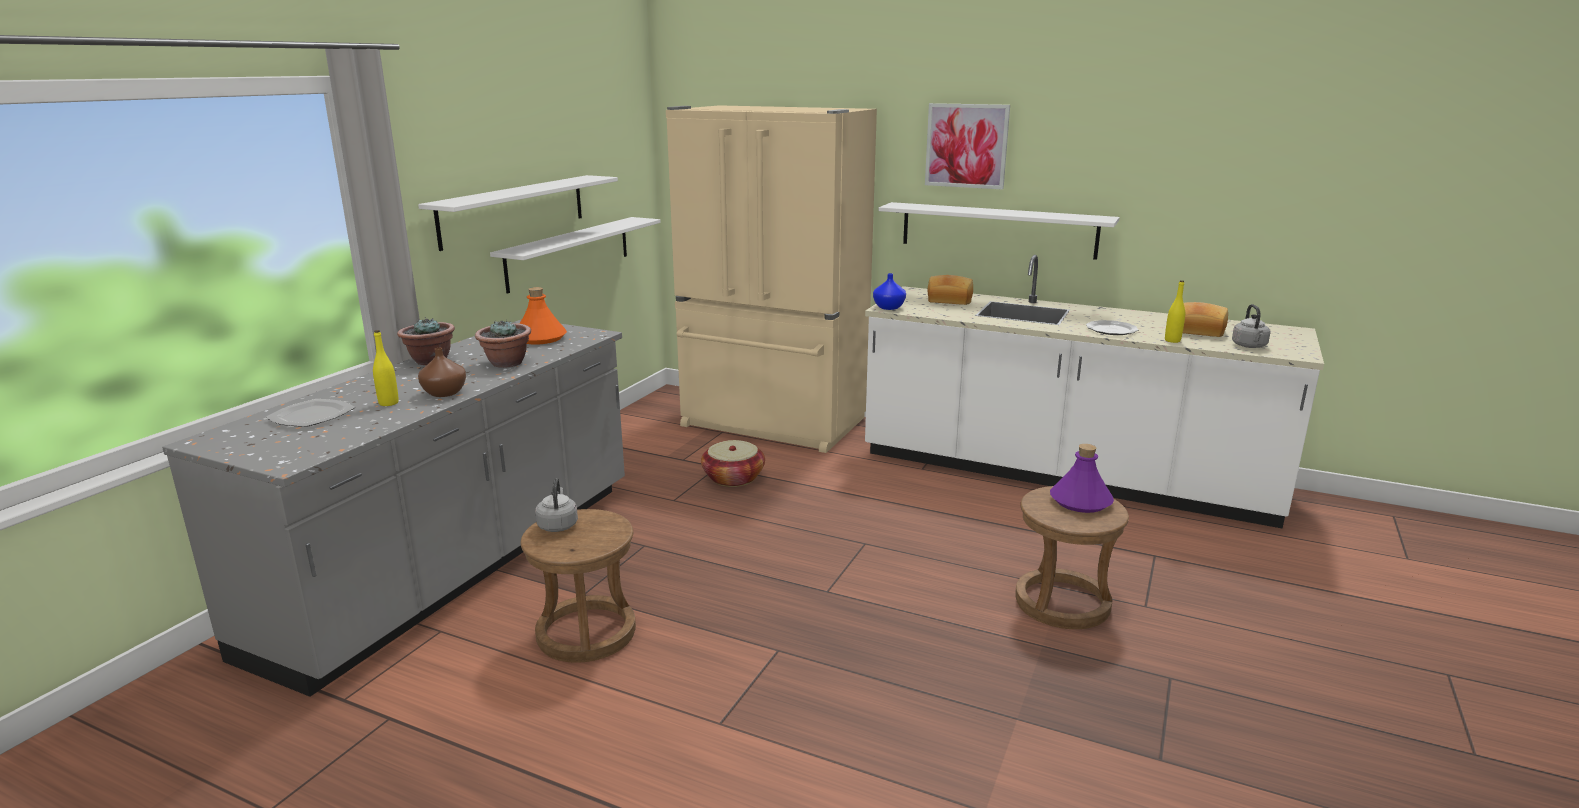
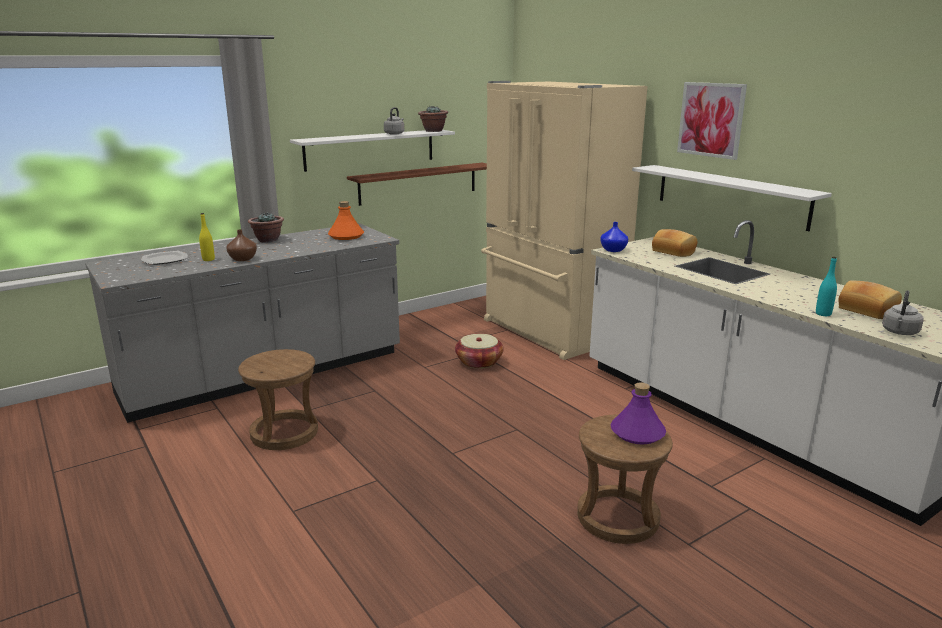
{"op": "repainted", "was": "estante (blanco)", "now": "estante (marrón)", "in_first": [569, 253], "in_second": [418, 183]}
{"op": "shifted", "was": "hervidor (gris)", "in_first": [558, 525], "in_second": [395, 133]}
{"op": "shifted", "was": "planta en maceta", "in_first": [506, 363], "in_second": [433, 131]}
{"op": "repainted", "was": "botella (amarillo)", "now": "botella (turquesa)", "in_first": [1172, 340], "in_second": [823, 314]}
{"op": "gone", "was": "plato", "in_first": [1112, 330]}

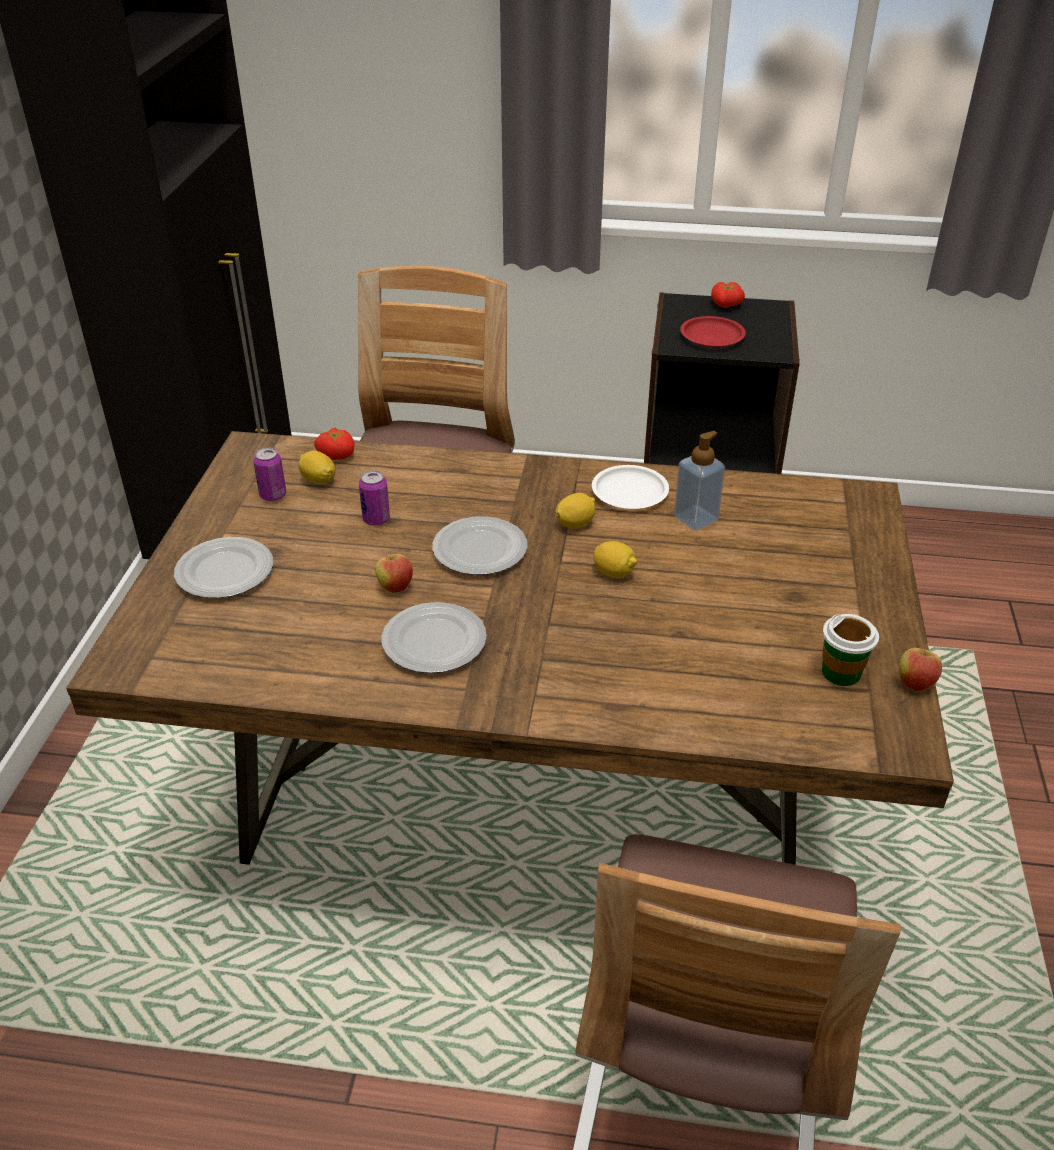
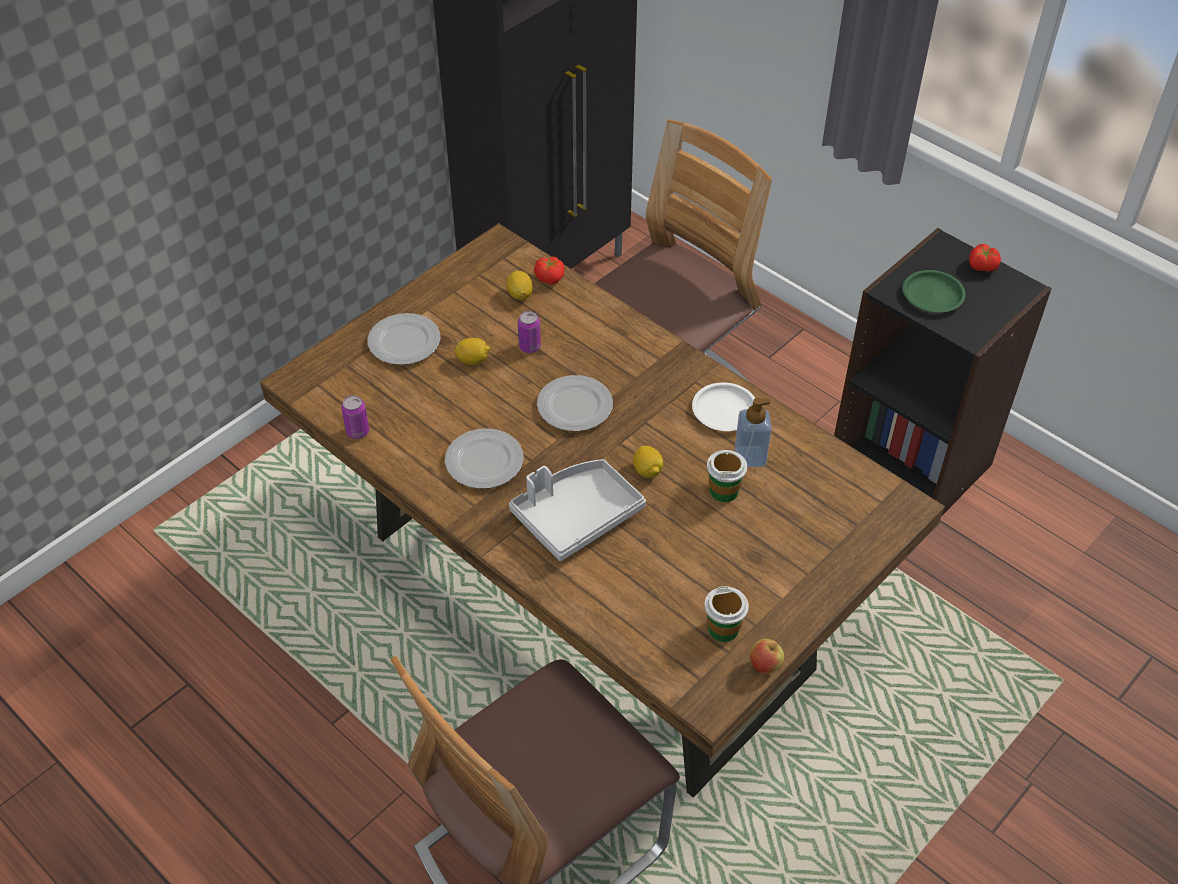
{"op": "shifted", "was": "lata", "in_first": [273, 495], "in_second": [358, 432]}
{"op": "shifted", "was": "limón", "in_first": [575, 523], "in_second": [473, 360]}
{"op": "new", "now": "bandeja (gris)", "in_second": [576, 516]}
{"op": "new", "now": "taza", "in_second": [724, 490]}
{"op": "repainted", "was": "plato (rojo)", "now": "plato (verde)", "in_first": [712, 336], "in_second": [933, 295]}
{"op": "gone", "was": "manzana", "in_first": [395, 587]}

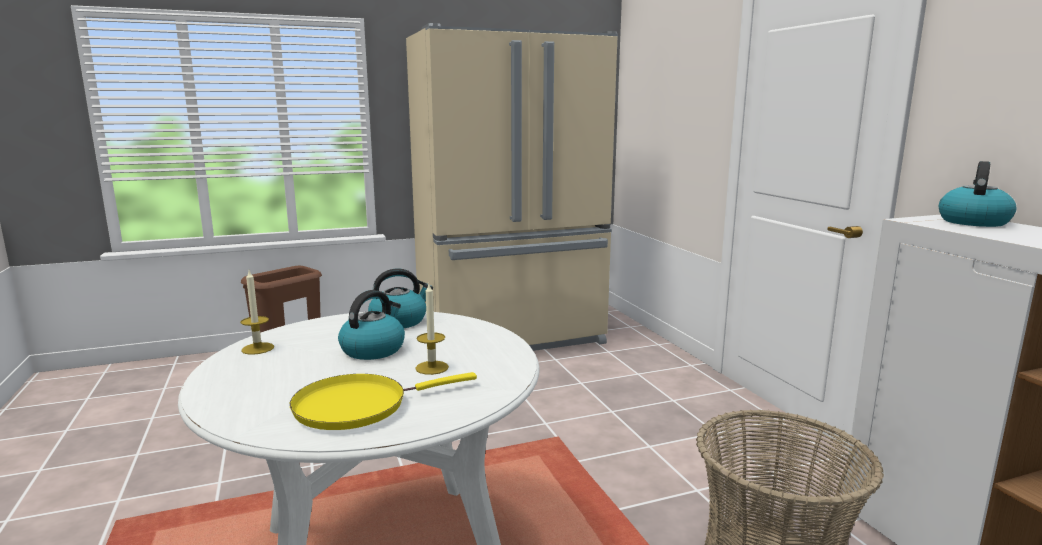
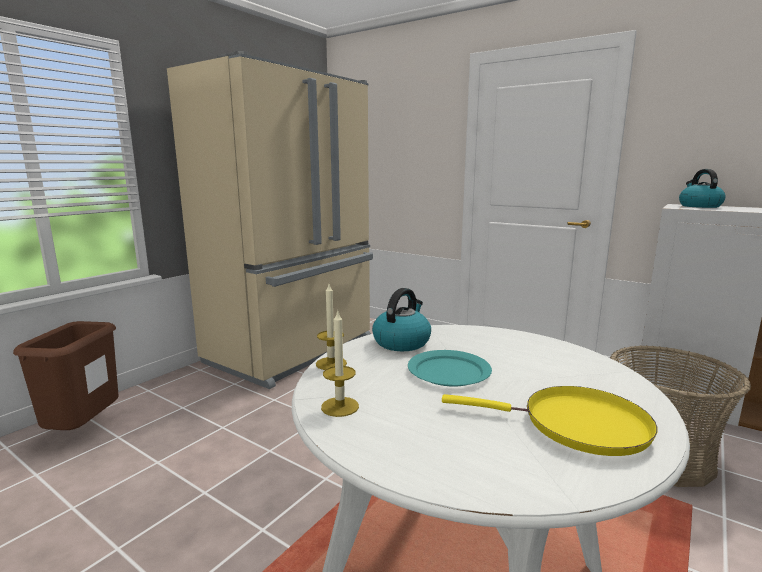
{"op": "shifted", "was": "vela", "in_first": [432, 367], "in_second": [331, 363]}
{"op": "swapped", "was": "hervidor", "now": "plato (turquesa)", "in_first": [373, 349], "in_second": [448, 372]}
{"op": "rotated", "was": "sartén (amarillo)", "in_first": [358, 406], "in_second": [576, 425], "clockwise": -105}

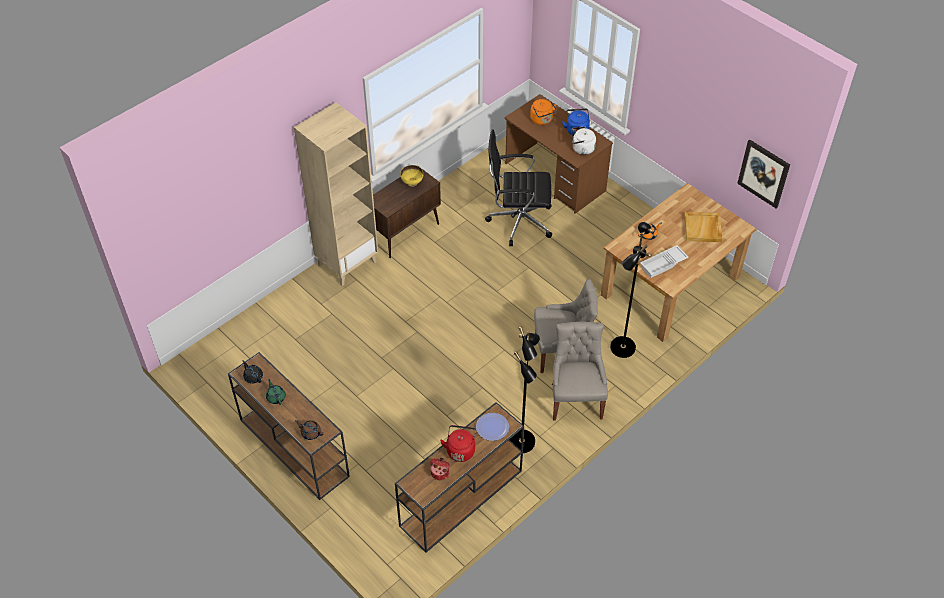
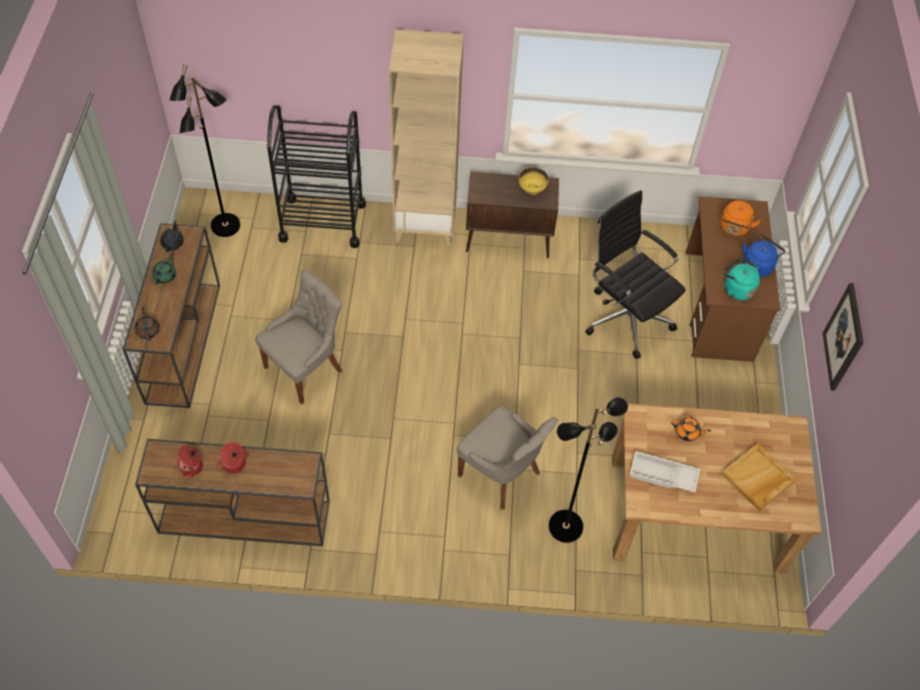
{"op": "shifted", "was": "lámpara de pie (negro)", "in_first": [522, 442], "in_second": [226, 226]}
{"op": "swapped", "was": "hervidor (rojo)", "now": "olla", "in_first": [460, 450], "in_second": [234, 464]}
{"op": "shifted", "was": "silla (gris)", "in_first": [575, 399], "in_second": [305, 369]}
{"op": "new", "now": "carrito (negro)", "in_second": [322, 222]}
{"op": "repainted", "was": "hervidor (blanco)", "now": "hervidor (turquesa)", "in_first": [581, 149], "in_second": [736, 289]}
{"op": "shifted", "was": "cuadro", "in_first": [763, 173], "in_second": [844, 337]}
{"op": "gone", "was": "plato", "in_first": [492, 427]}

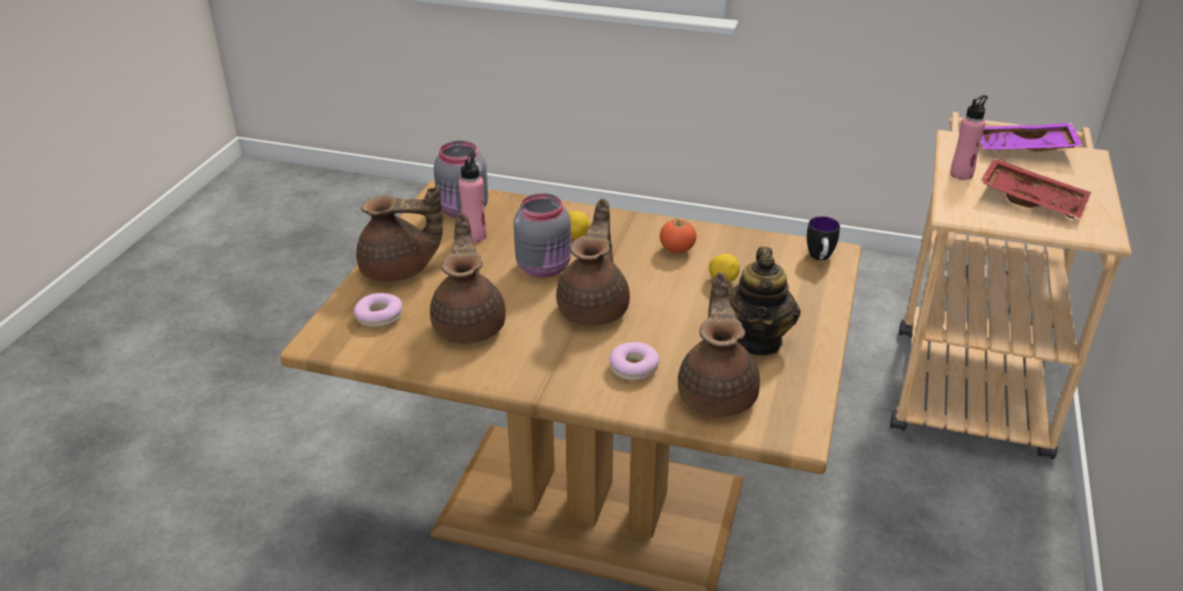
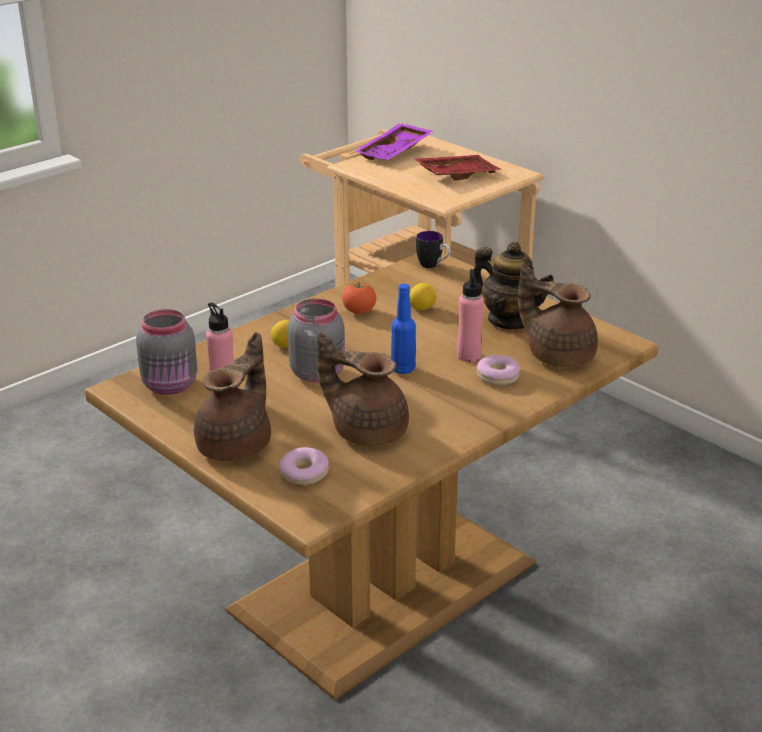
{"op": "swapped", "was": "tetera (marrón)", "now": "botella (azul)", "in_first": [595, 308], "in_second": [403, 369]}
{"op": "shifted", "was": "botella (rosa)", "in_first": [961, 174], "in_second": [469, 356]}

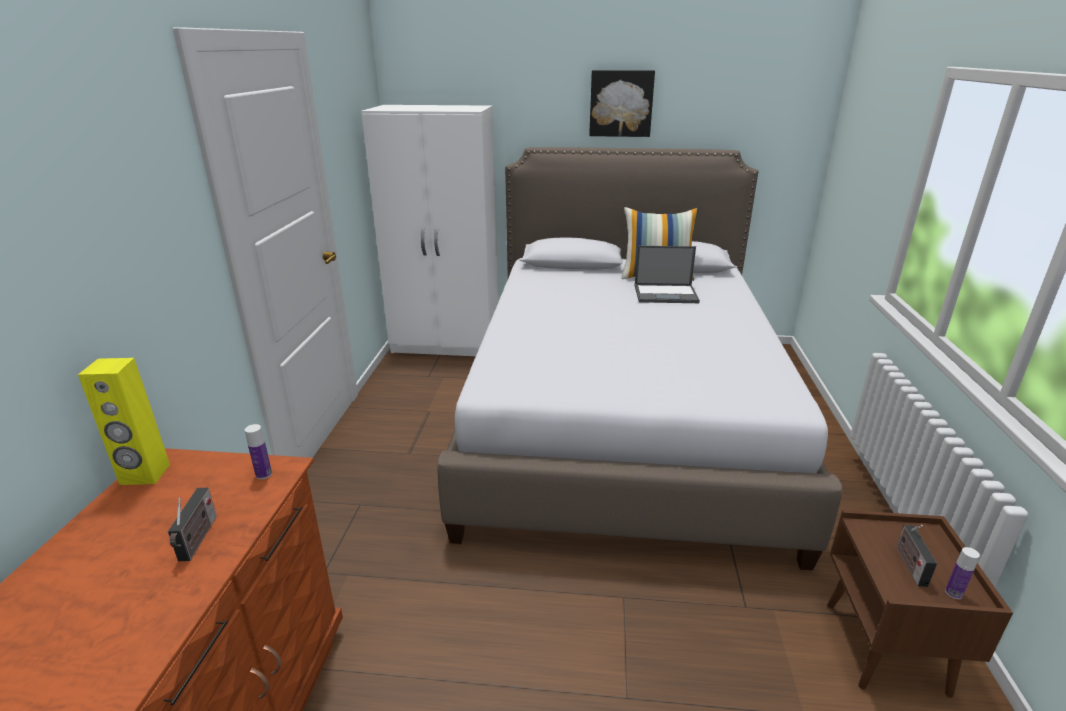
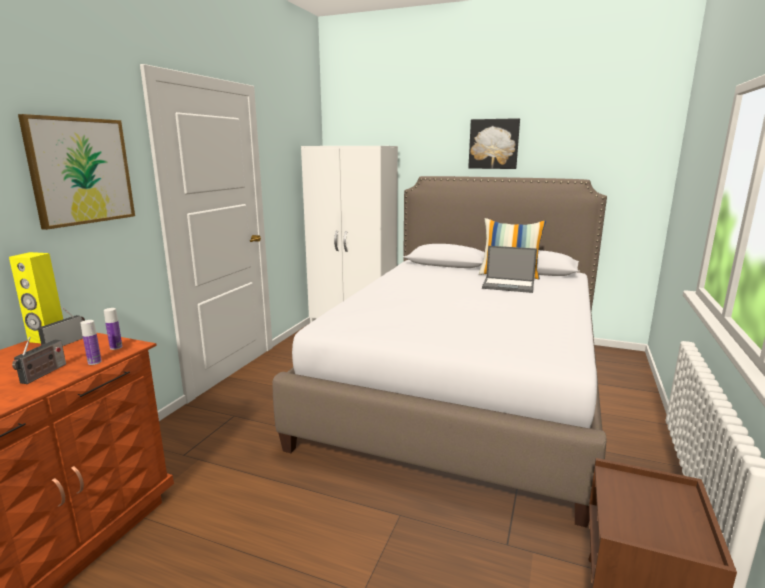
{"op": "new", "now": "cuadro", "in_second": [81, 171]}
{"op": "shifted", "was": "radio", "in_first": [909, 564], "in_second": [66, 343]}
{"op": "shifted", "was": "botella", "in_first": [953, 593], "in_second": [94, 362]}

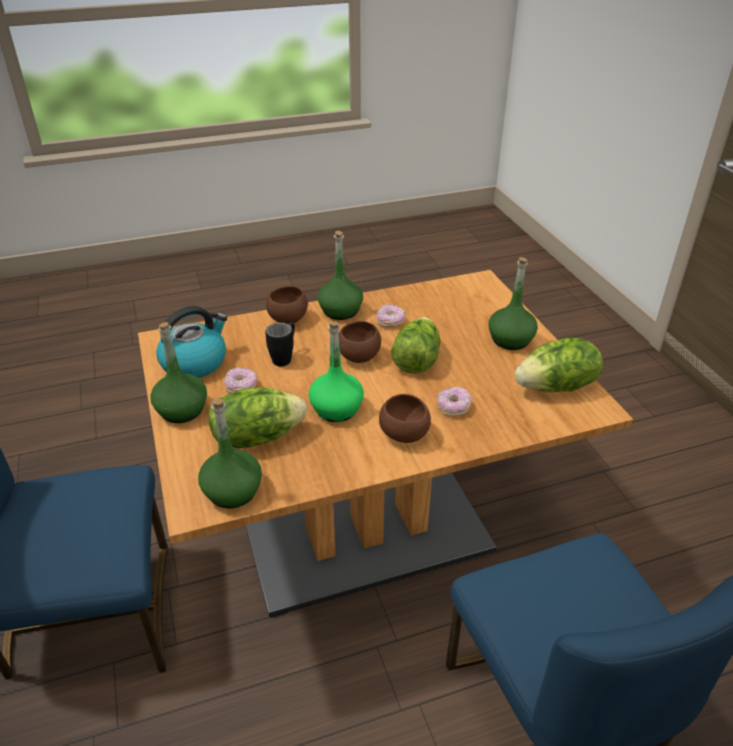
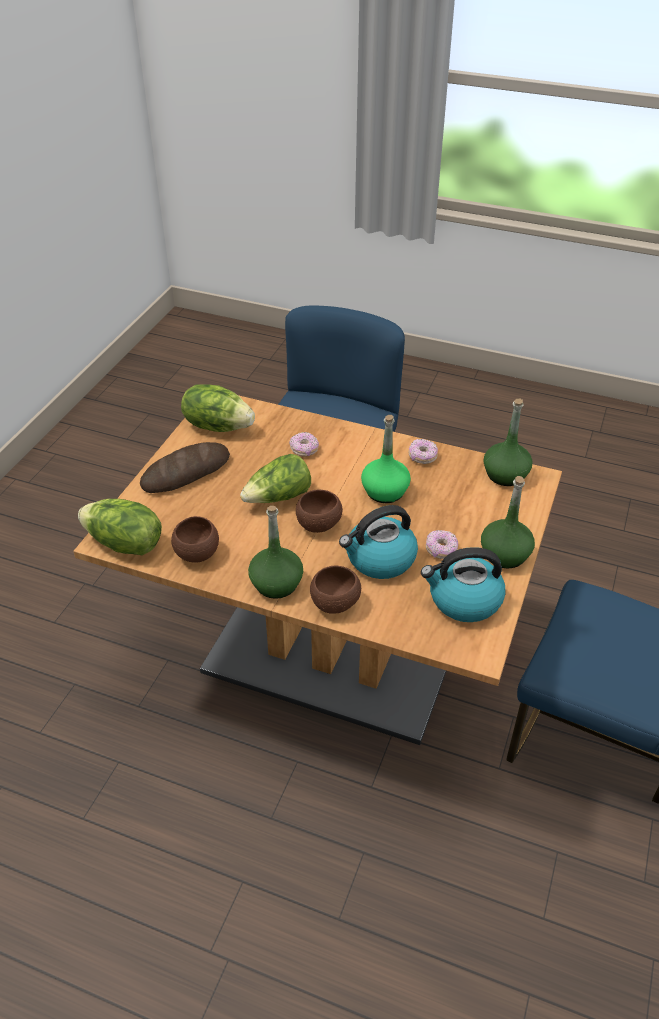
{"op": "shifted", "was": "lechuga", "in_first": [257, 436], "in_second": [124, 544]}
{"op": "swapped", "was": "botella (verde)", "now": "pan", "in_first": [510, 340], "in_second": [186, 472]}
{"op": "shifted", "was": "cuenco (marrón)", "in_first": [404, 434], "in_second": [197, 553]}
{"op": "swapped", "was": "taza grande (negro)", "now": "hervidor", "in_first": [285, 357], "in_second": [379, 559]}
{"op": "shifted", "was": "rosquilla", "in_first": [390, 322], "in_second": [422, 457]}

